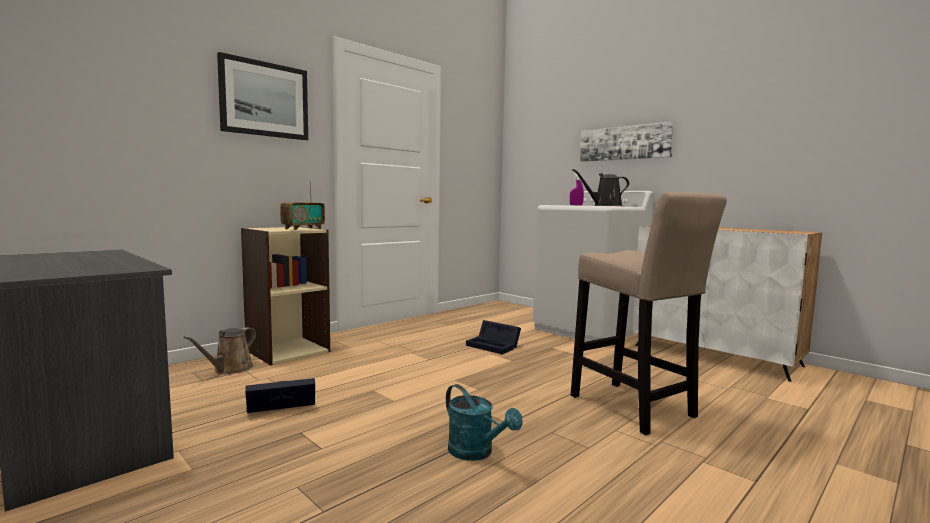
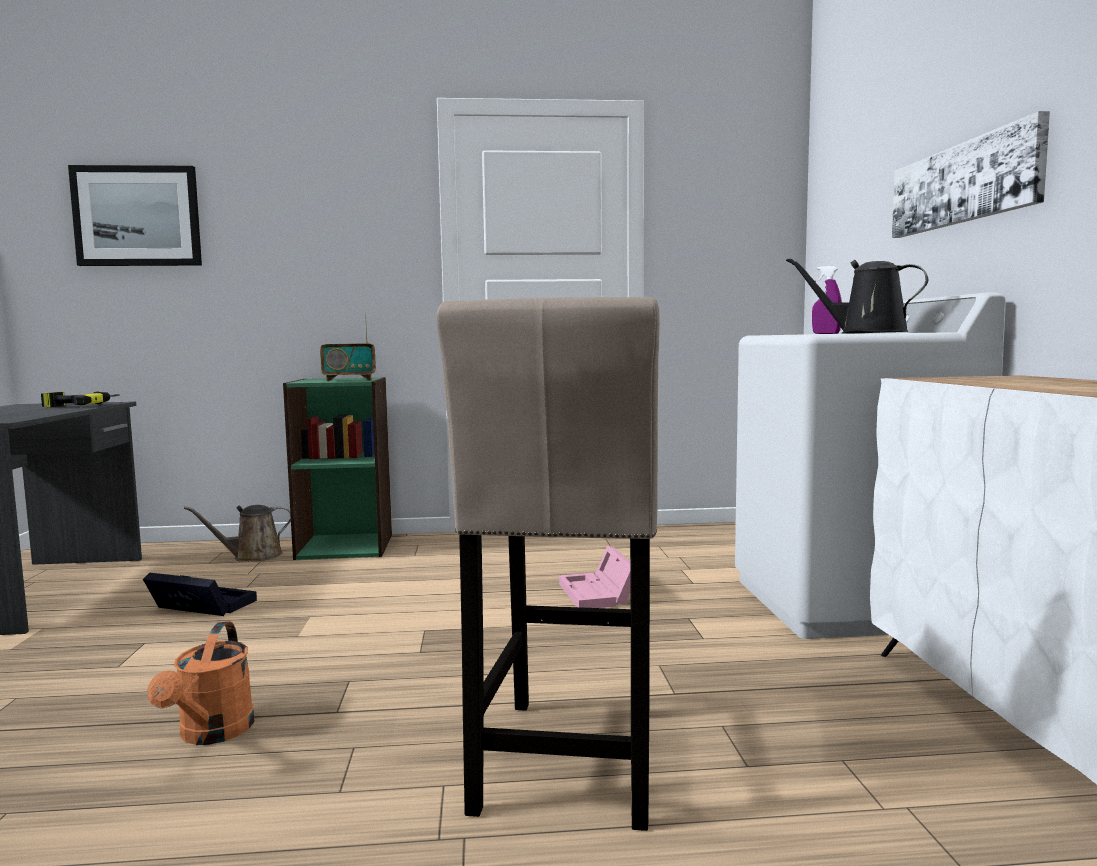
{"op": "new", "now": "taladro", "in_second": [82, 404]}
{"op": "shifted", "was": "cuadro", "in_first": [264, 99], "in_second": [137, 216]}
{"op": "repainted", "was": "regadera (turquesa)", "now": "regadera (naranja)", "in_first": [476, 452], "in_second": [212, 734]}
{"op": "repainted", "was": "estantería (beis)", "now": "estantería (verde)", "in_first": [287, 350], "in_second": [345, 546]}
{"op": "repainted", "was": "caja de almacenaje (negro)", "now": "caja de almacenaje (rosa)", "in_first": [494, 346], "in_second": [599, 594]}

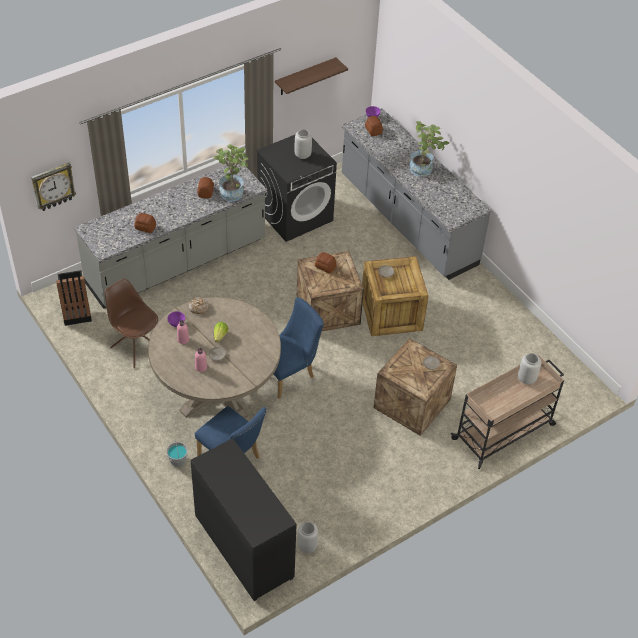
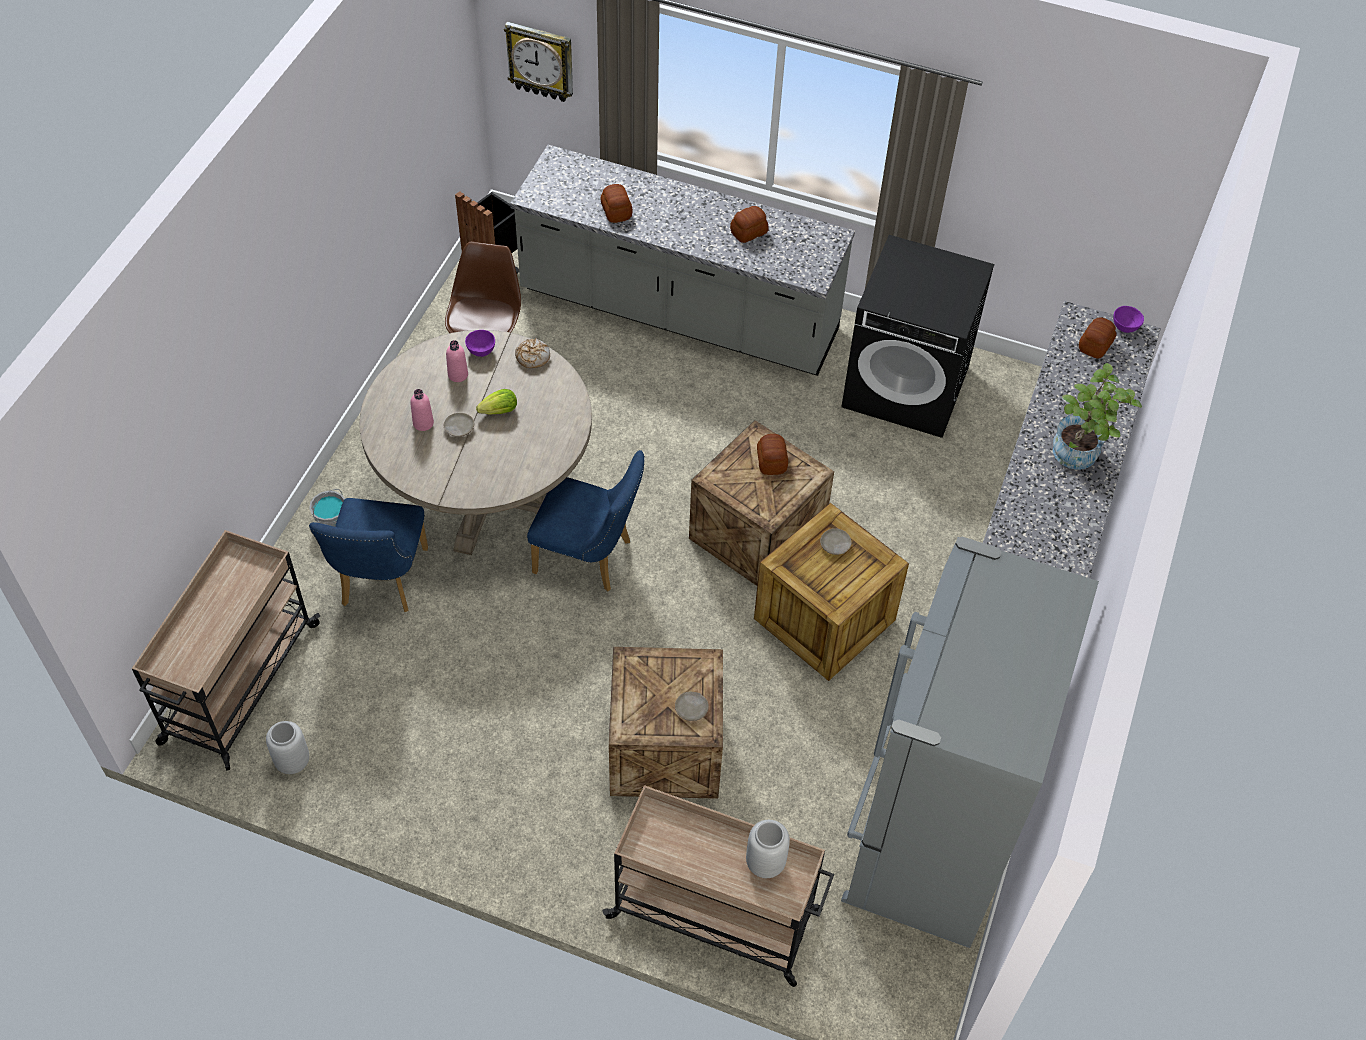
{"op": "swapped", "was": "cómoda (negro)", "now": "carrito (beis)", "in_first": [243, 547], "in_second": [239, 685]}
{"op": "new", "now": "nevera (gris)", "in_second": [928, 836]}
{"op": "gone", "was": "planta en maceta", "in_first": [232, 191]}
{"op": "gone", "was": "estante", "in_first": [305, 77]}
{"op": "gone", "was": "florero (gris)", "in_first": [302, 155]}

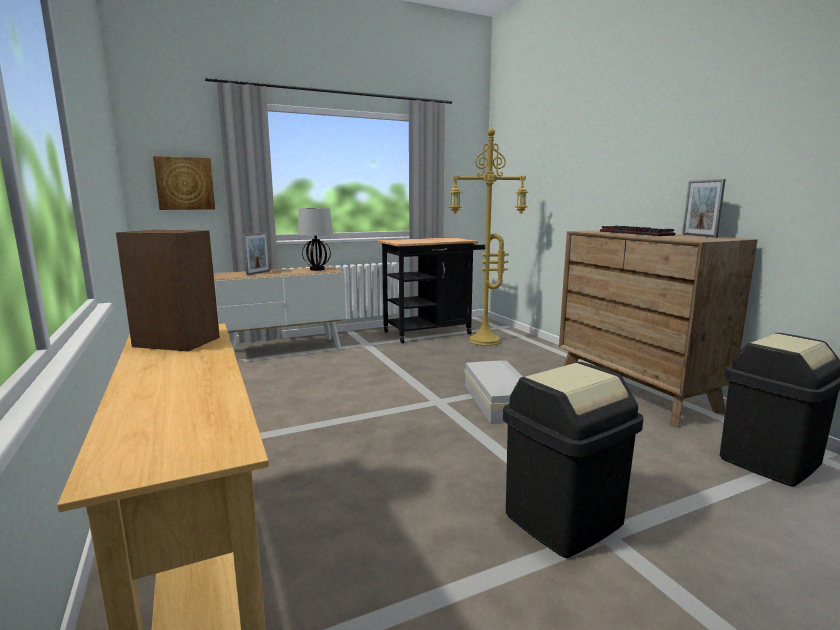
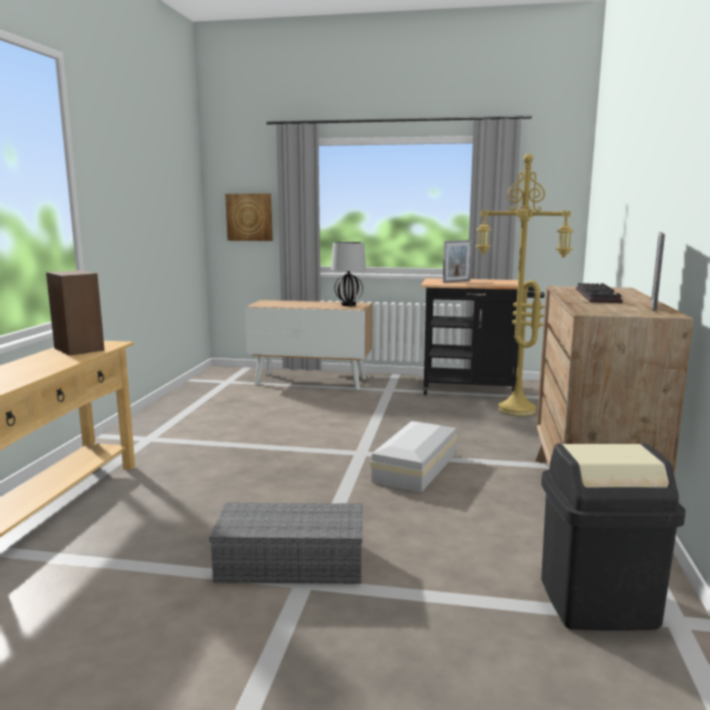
{"op": "swapped", "was": "papelera (negro)", "now": "caja de almacenaje (gris)", "in_first": [562, 519], "in_second": [293, 562]}
{"op": "shifted", "was": "portarretratos", "in_first": [258, 273], "in_second": [456, 281]}

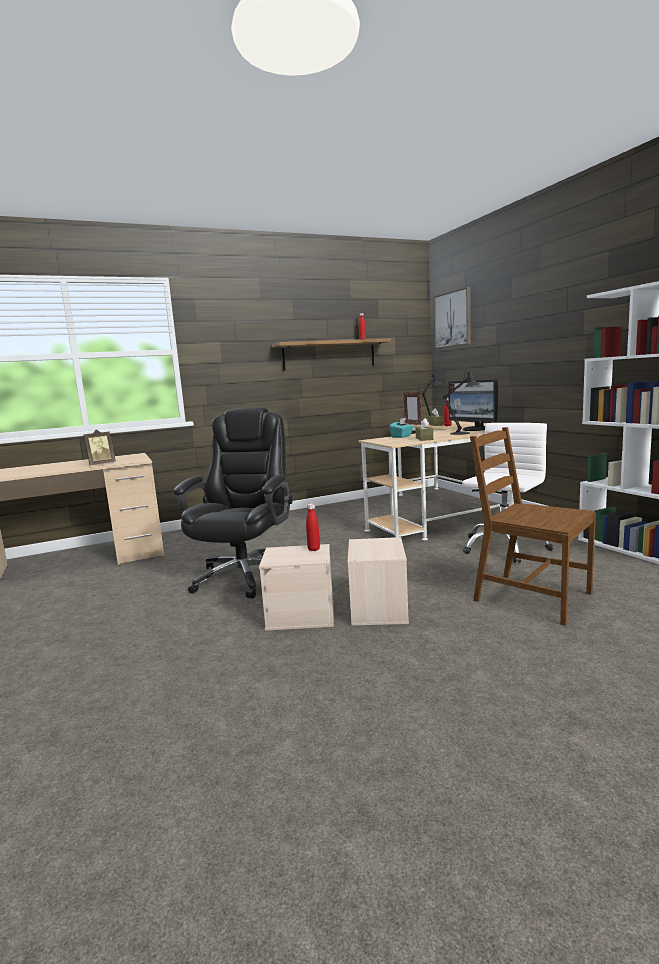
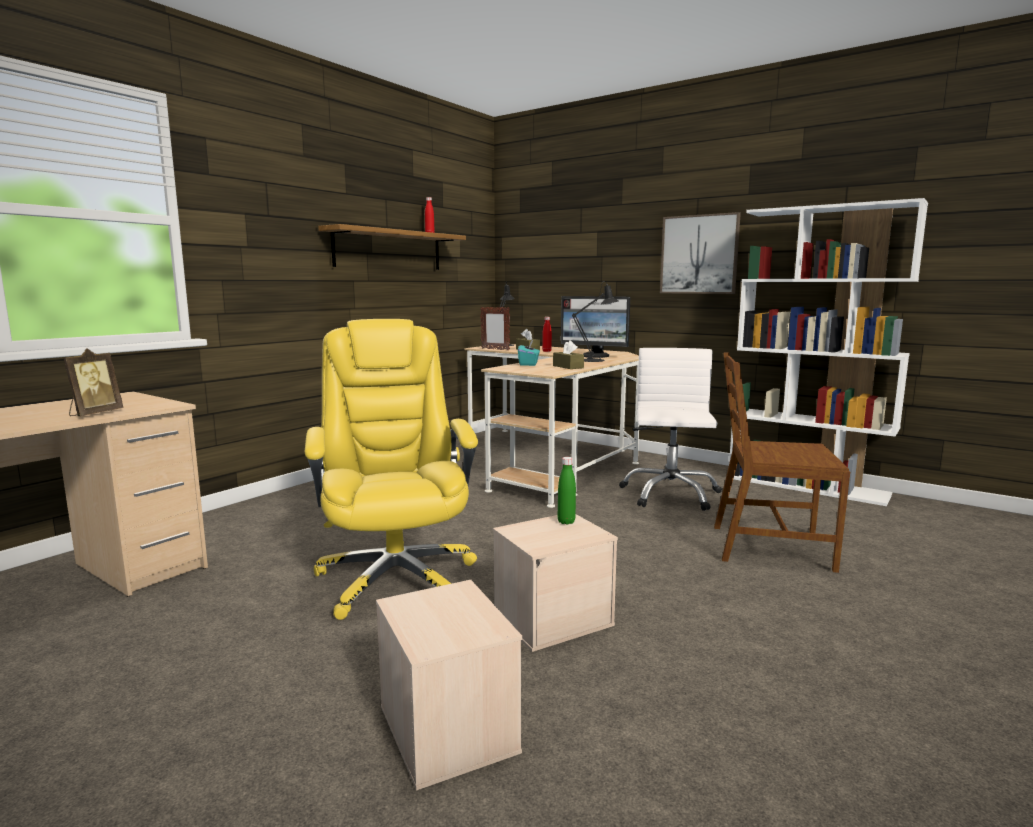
{"op": "repainted", "was": "silla de oficina (negro)", "now": "silla de oficina (amarillo)", "in_first": [245, 576], "in_second": [396, 577]}
{"op": "shifted", "was": "caja de almacenaje (beis)", "in_first": [377, 608], "in_second": [445, 728]}
{"op": "repainted", "was": "botella (rojo)", "now": "botella (verde)", "in_first": [314, 549], "in_second": [566, 522]}
{"op": "shifted", "was": "cuadro", "in_first": [453, 319], "in_second": [699, 254]}

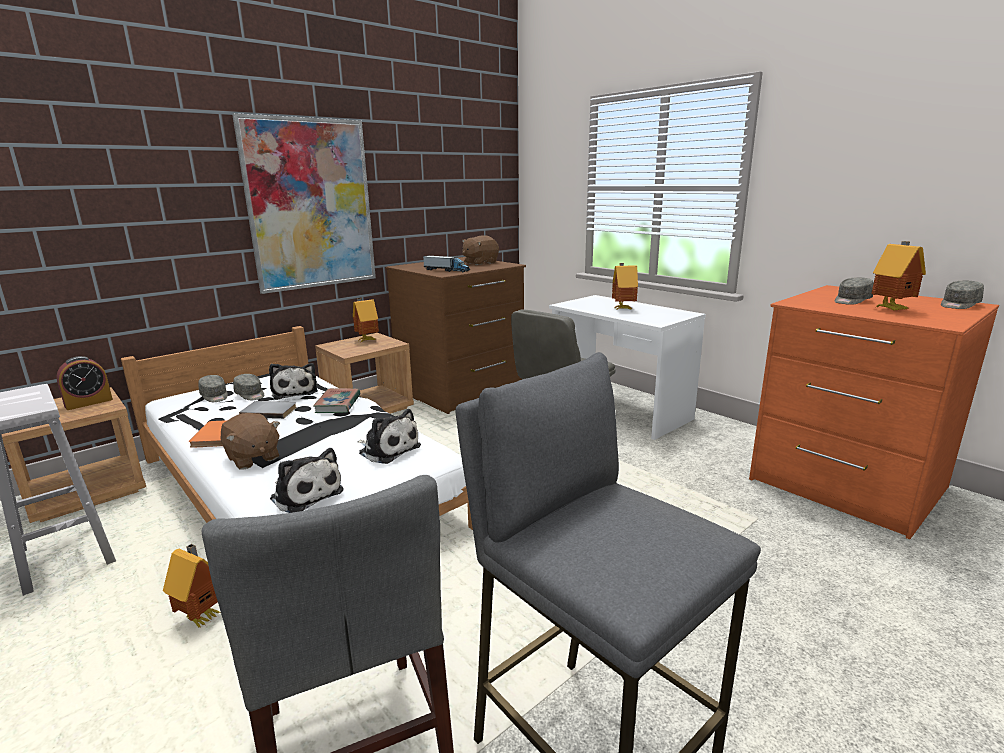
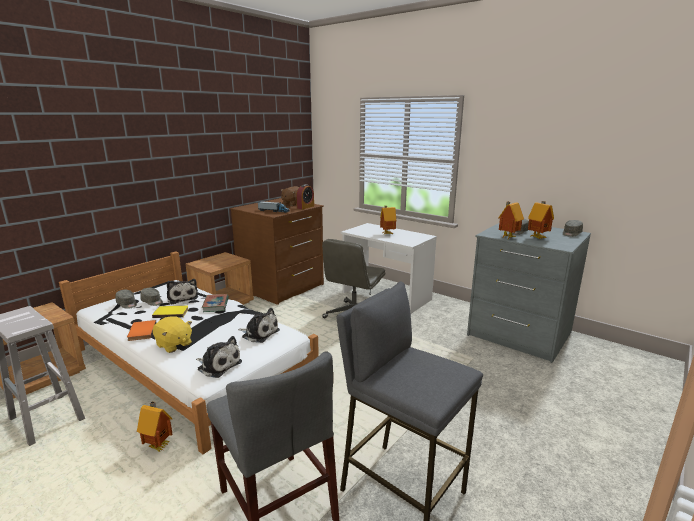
{"op": "repainted", "was": "libro (gris)", "now": "libro (amarillo)", "in_first": [270, 411], "in_second": [171, 312]}
{"op": "repainted", "was": "peluche (marrón)", "now": "peluche (amarillo)", "in_first": [252, 458], "in_second": [174, 345]}
{"op": "shifted", "was": "despertador", "in_first": [88, 403], "in_second": [305, 207]}
{"op": "repainted", "was": "cómoda (naranja)", "now": "cómoda (gris)", "in_first": [845, 484], "in_second": [518, 334]}
{"op": "shifted", "was": "casita", "in_first": [366, 340], "in_second": [507, 237]}
{"op": "gone", "was": "cuadro", "in_first": [311, 205]}

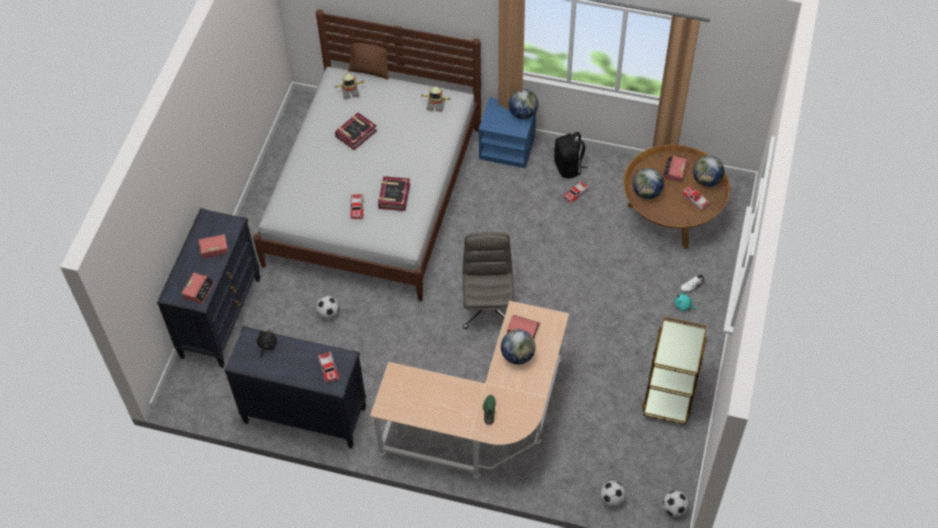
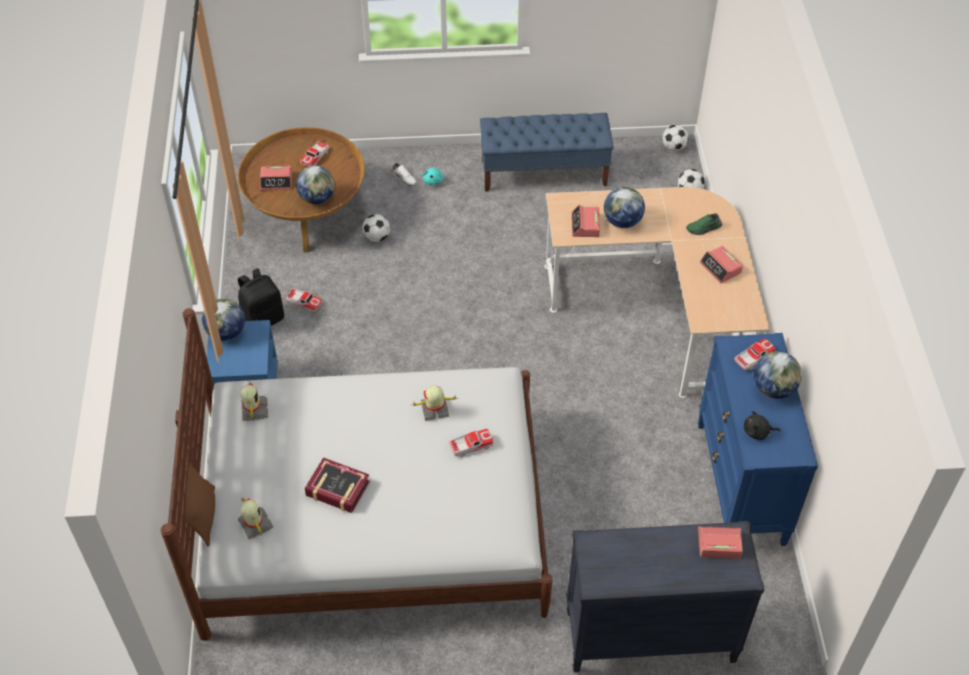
{"op": "shifted", "was": "balón de fútbol", "in_first": [328, 313], "in_second": [377, 237]}
{"op": "swapped", "was": "libro", "now": "robot de juguete", "in_first": [394, 196], "in_second": [435, 410]}
{"op": "swapped", "was": "carrito (marrón)", "now": "banco (azul)", "in_first": [670, 391], "in_second": [544, 172]}
{"op": "repainted", "was": "cómoda (negro)", "now": "cómoda (azul)", "in_first": [304, 416], "in_second": [741, 483]}
{"op": "shifted", "was": "despertador", "in_first": [213, 247], "in_second": [720, 268]}
{"op": "shifted", "was": "globo terráqueo", "in_first": [706, 180], "in_second": [773, 389]}
{"op": "gone", "was": "silla de oficina (gris)", "in_first": [488, 307]}

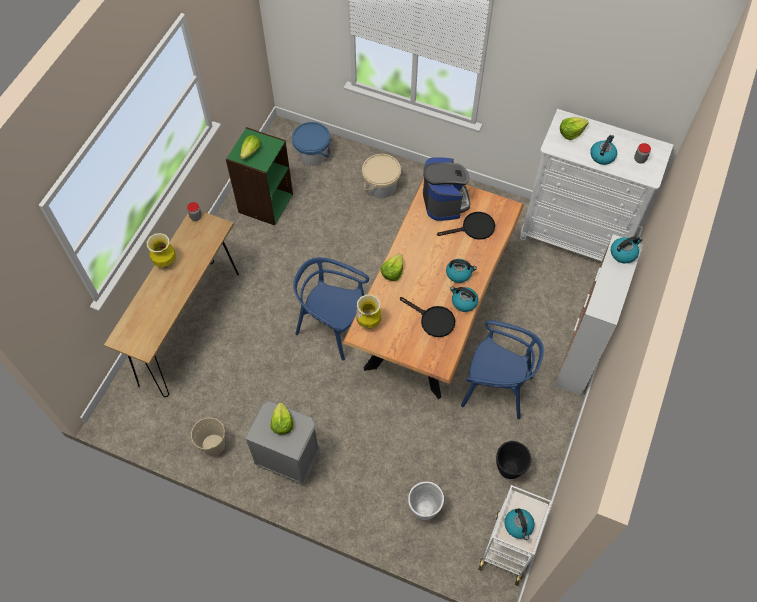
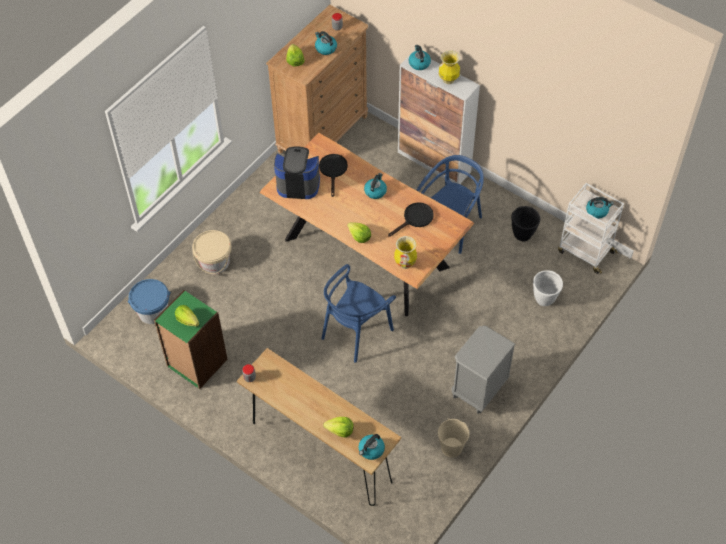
{"op": "repainted", "was": "cómoda (blanco)", "now": "cómoda (marrón)", "in_first": [575, 237], "in_second": [322, 134]}
{"op": "shifted", "was": "lechuga", "in_first": [282, 423], "in_second": [340, 431]}
{"op": "shifted", "was": "hervidor", "in_first": [463, 302], "in_second": [371, 450]}
{"op": "shifted", "was": "florero", "in_first": [165, 263], "in_second": [448, 80]}

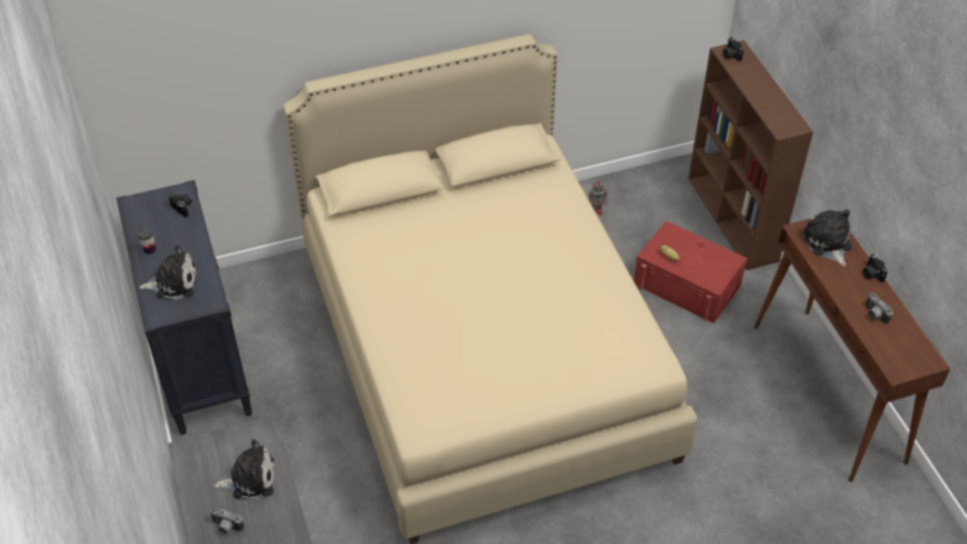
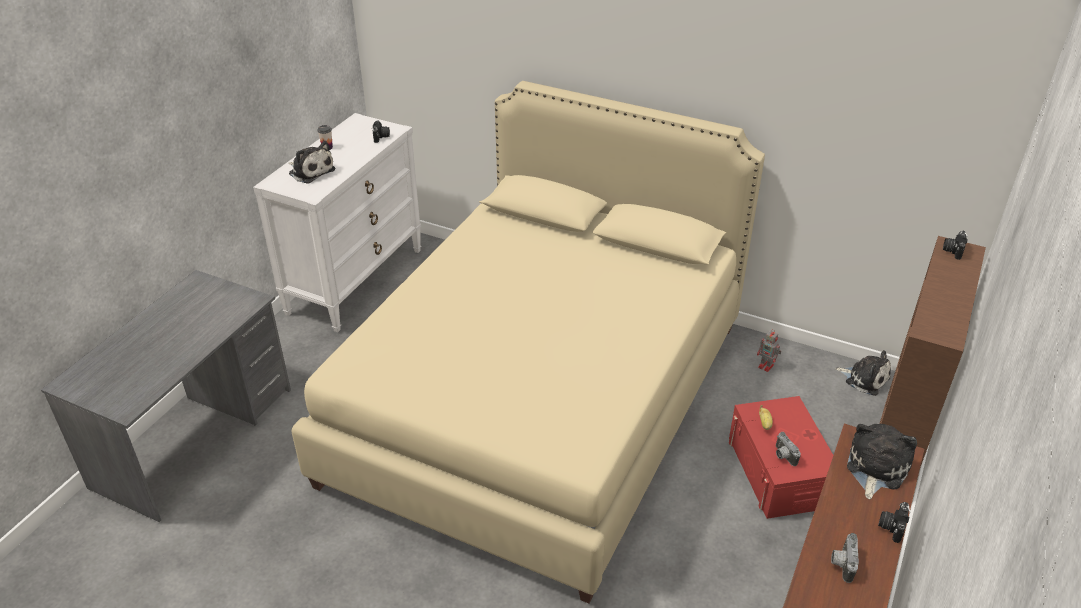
{"op": "repainted", "was": "cómoda (negro)", "now": "cómoda (blanco)", "in_first": [199, 359], "in_second": [355, 280]}
{"op": "shifted", "was": "cámara", "in_first": [226, 527], "in_second": [783, 456]}
{"op": "shifted", "was": "peluche", "in_first": [250, 478], "in_second": [864, 379]}

